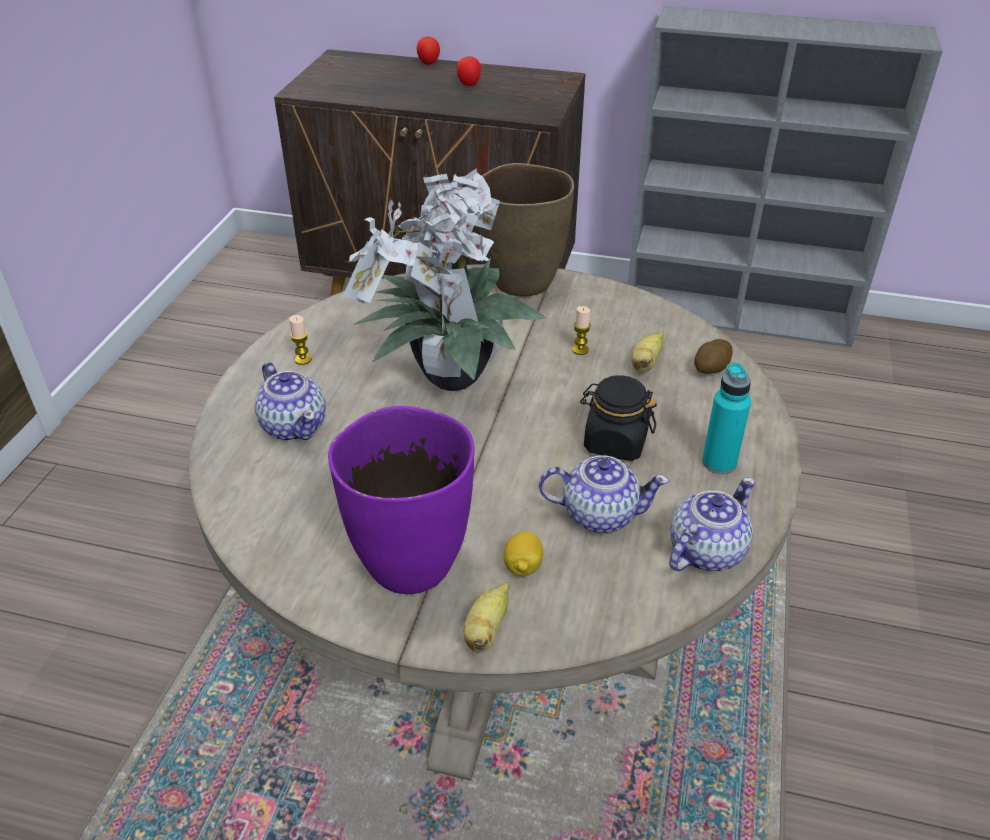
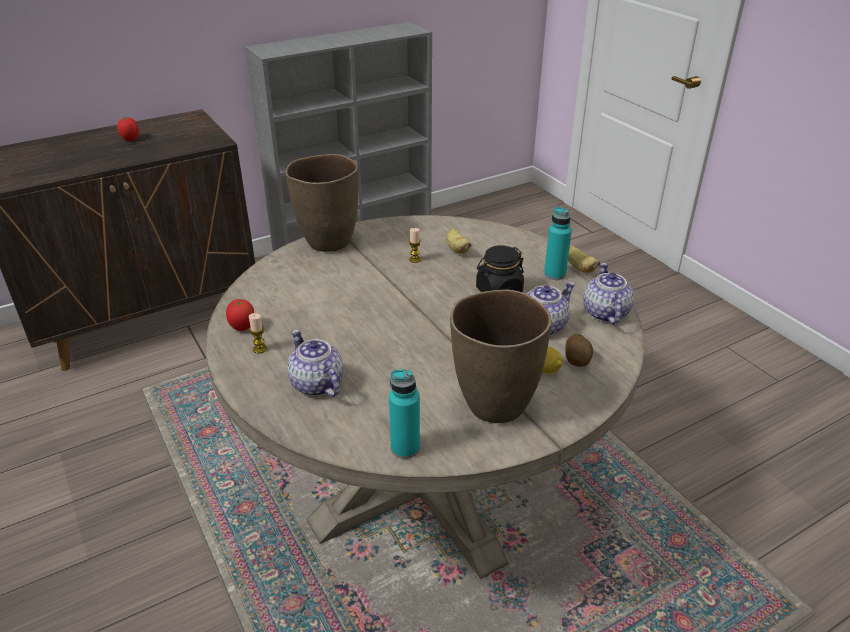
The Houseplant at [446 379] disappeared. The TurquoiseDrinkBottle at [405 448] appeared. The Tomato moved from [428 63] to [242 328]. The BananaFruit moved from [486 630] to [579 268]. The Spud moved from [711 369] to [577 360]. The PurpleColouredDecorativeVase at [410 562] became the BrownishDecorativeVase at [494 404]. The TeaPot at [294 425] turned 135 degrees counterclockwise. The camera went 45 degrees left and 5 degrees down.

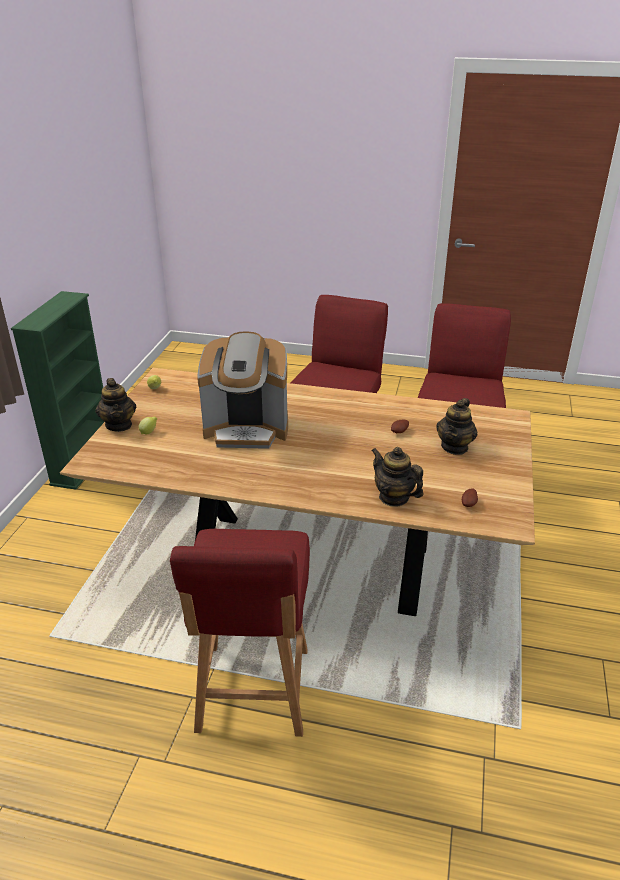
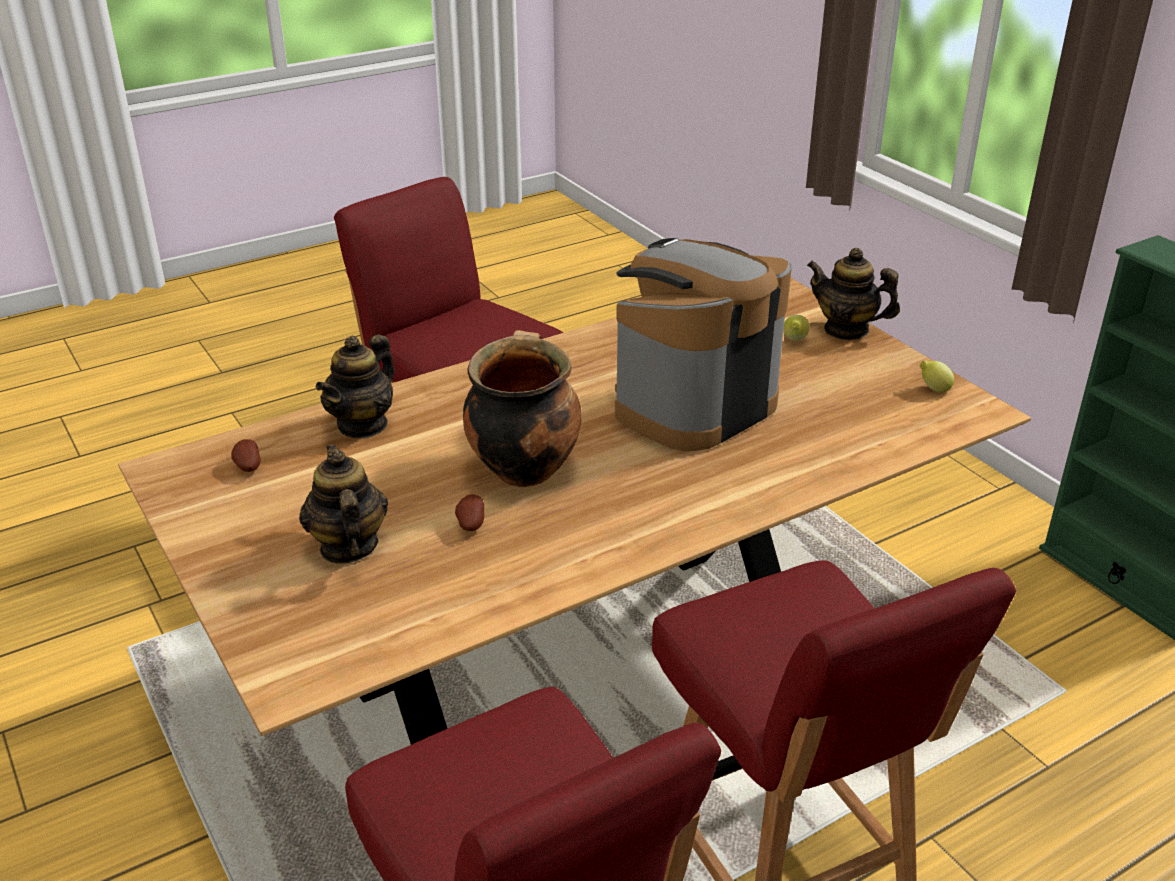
The CookingPot at [523 468] appeared. The TeaPot at [394 497] turned 120 degrees clockwise. The camera went 135 degrees right and 0 degrees up.

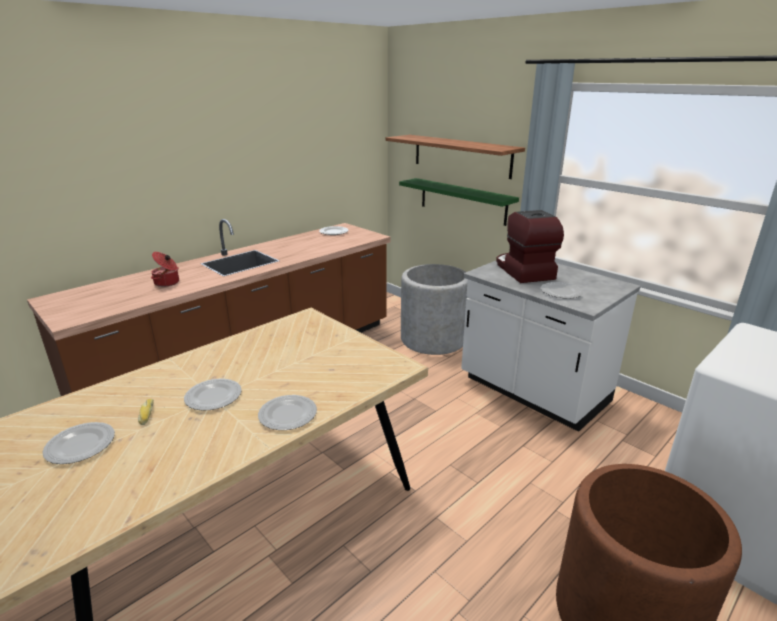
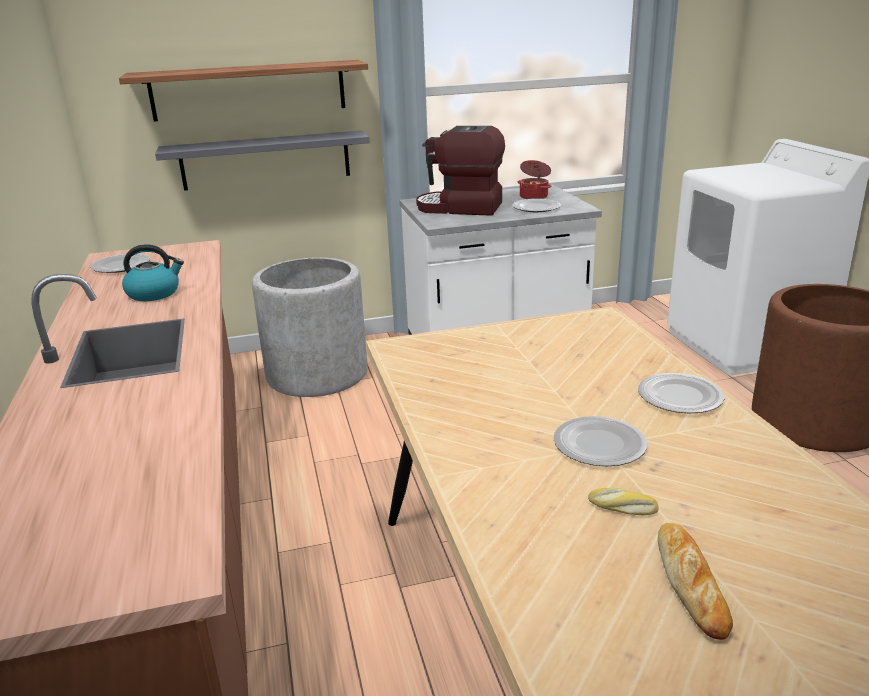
The WaterKettle at [154 293] appeared. The CookingPot moved from [167 283] to [534 196]. The FlatDish at [79 445] was replaced by the BakedBread at [691 583]. The GreenBracketShelf at [462 201] became the GreyBracketShelf at [266 160]. The camera went 60 degrees left and 0 degrees up.

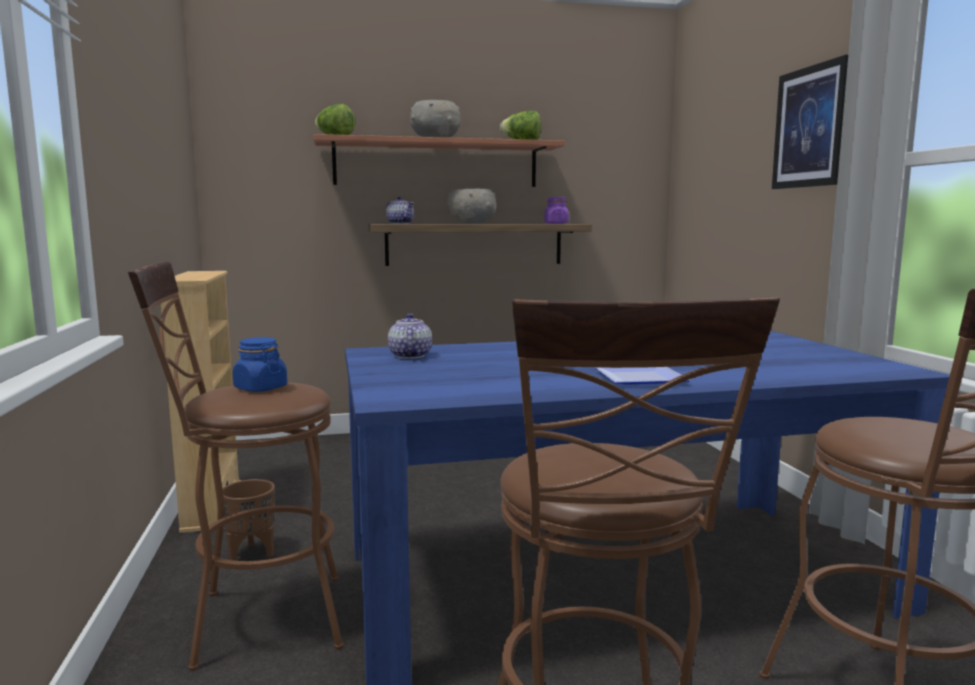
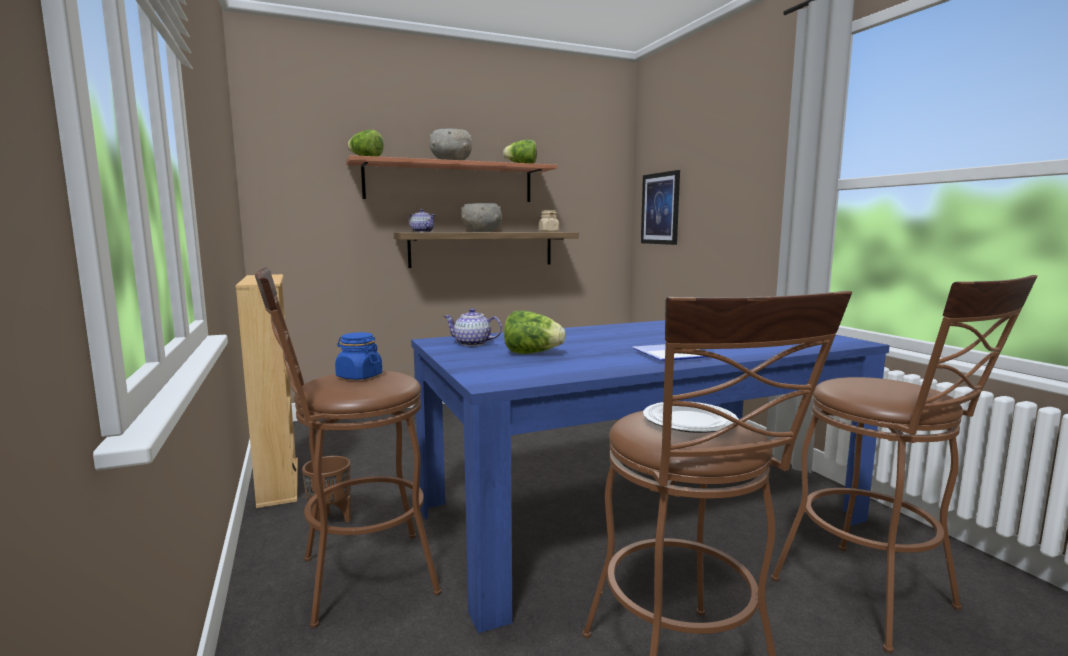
The HeadOfLettuce at [532 353] appeared. The FlatDish at [689 420] appeared. The WallPicture moved from [810 127] to [660 208]. The PurpleColouredJar at [556 223] became the SandColouredJar at [548 231]. The TeaPot at [409 356] turned 60 degrees counterclockwise. The camera went 10 degrees left and 0 degrees up.

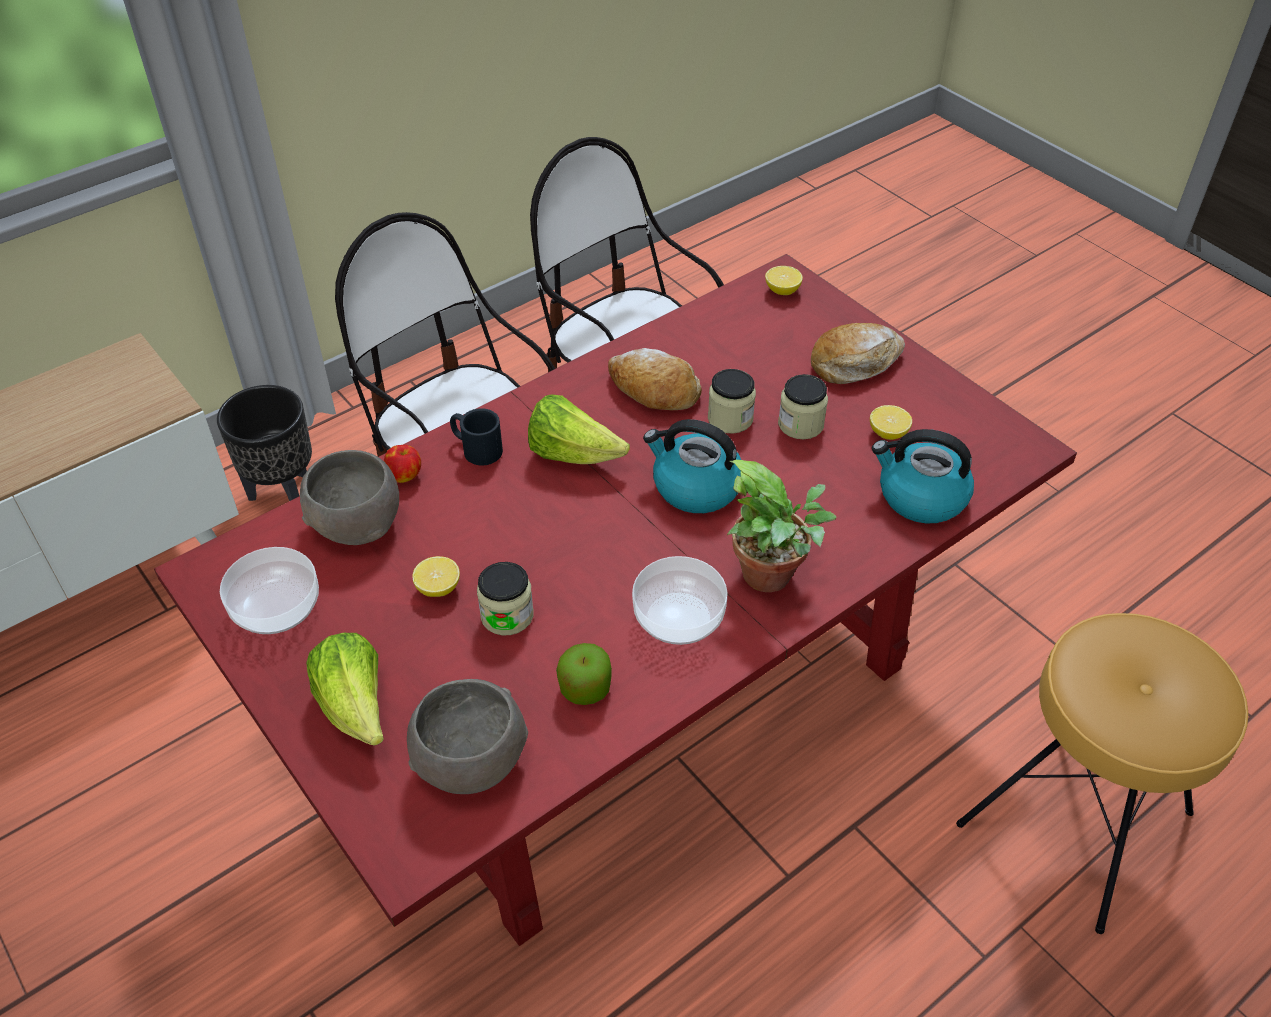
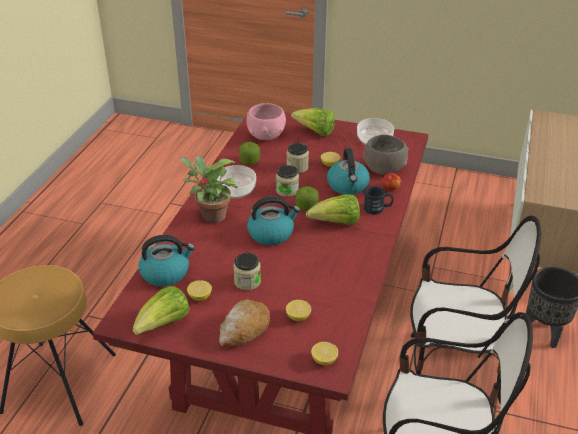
The BakedBread at [653 390] disappeared. The HeadOfLettuce at [164 324] appeared. The Lemon at [298 317] appeared. The AppleFruit at [307 207] appeared. The WaterKettle at [348 186] appeared. The Jar moved from [730 418] to [287 190]. The GreyBowl at [470 760] became the PinkBowl at [266 135]. The camera went 145 degrees right and 10 degrees down.

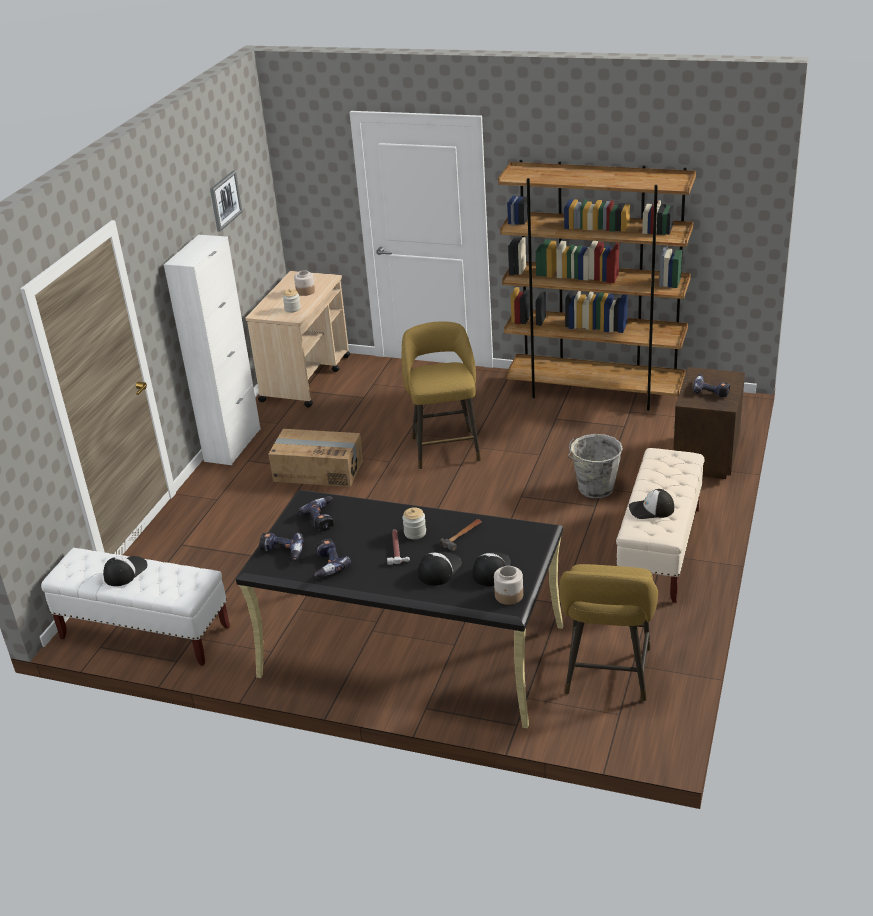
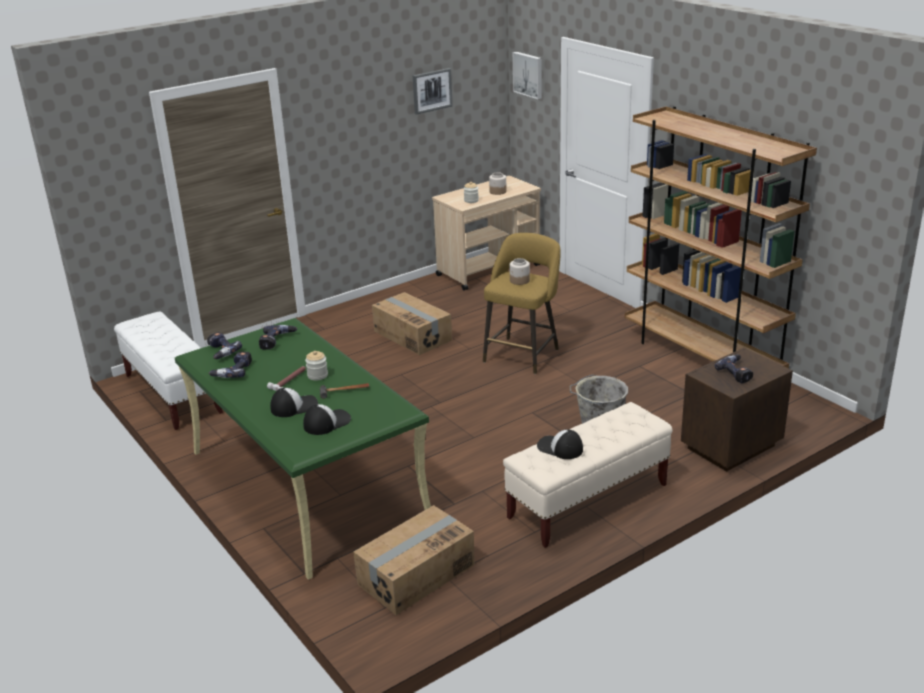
The PeakedCap at [125 572] disappeared. The WhiteCabinet at [232 445] disappeared. The WallPicture at [529 74] appeared. The Jar moved from [509 596] to [519 281]. The YellowishSittingStool at [607 676] was replaced by the CardboardBox at [415 574]. The BlackDesk at [410 651] became the GreenDesk at [306 484]. The camera went 35 degrees right and 5 degrees down.

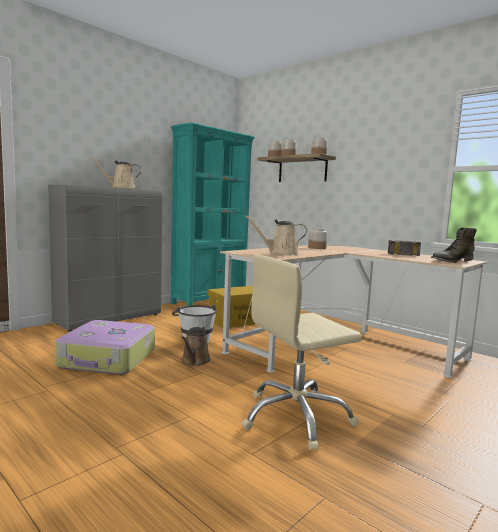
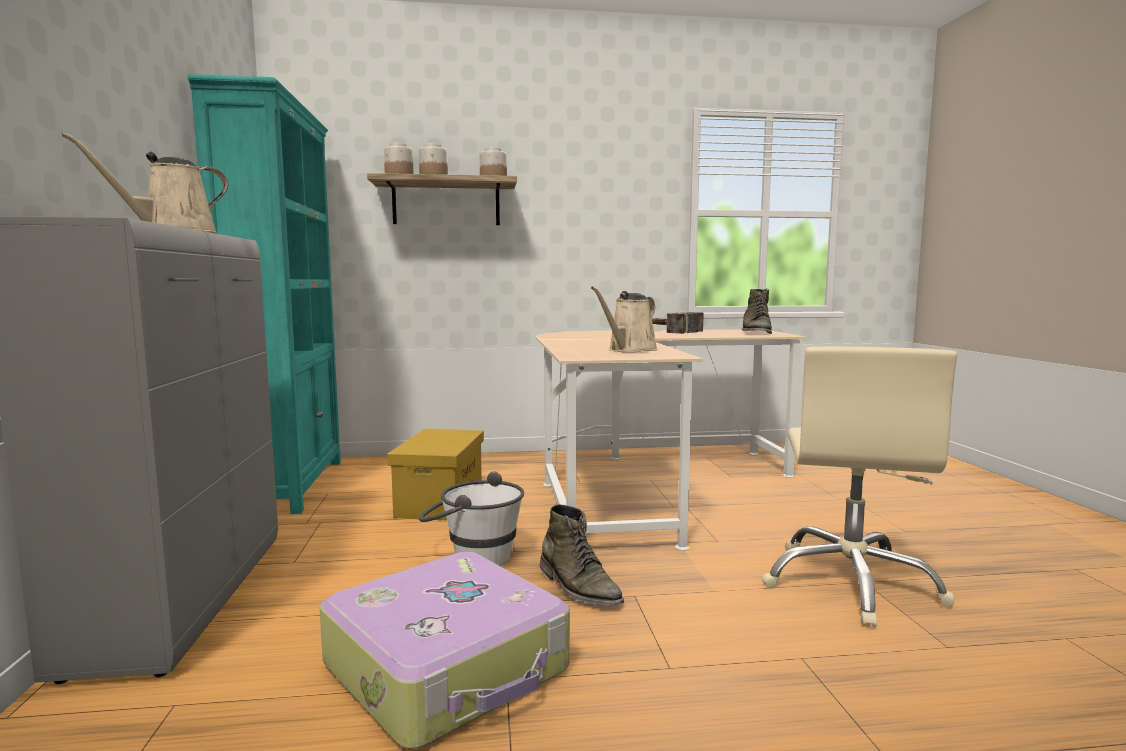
The Jar at [317 248] disappeared. The BrownishWateringPot at [195 361] was replaced by the GreenTallBoot at [578 587]. The camera went 50 degrees left and 0 degrees up.

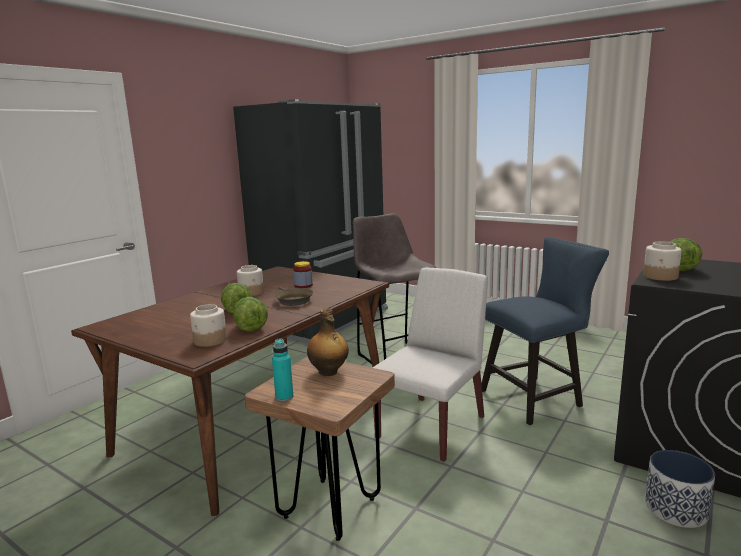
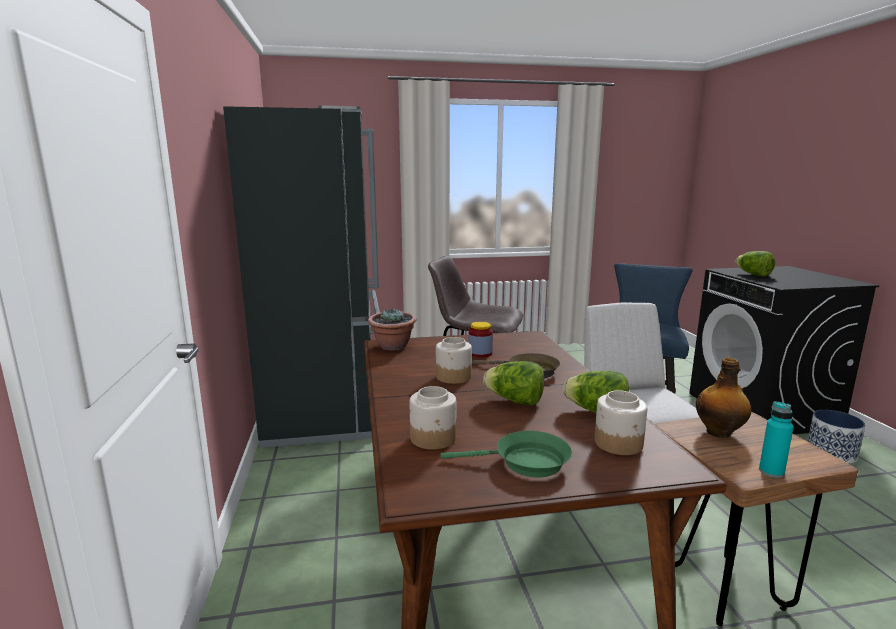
The Houseplant at [393 346] appeared. The GreenPan at [525 462] appeared. The Jar moved from [660 276] to [433 438]. The camera went 45 degrees left and 0 degrees up.

